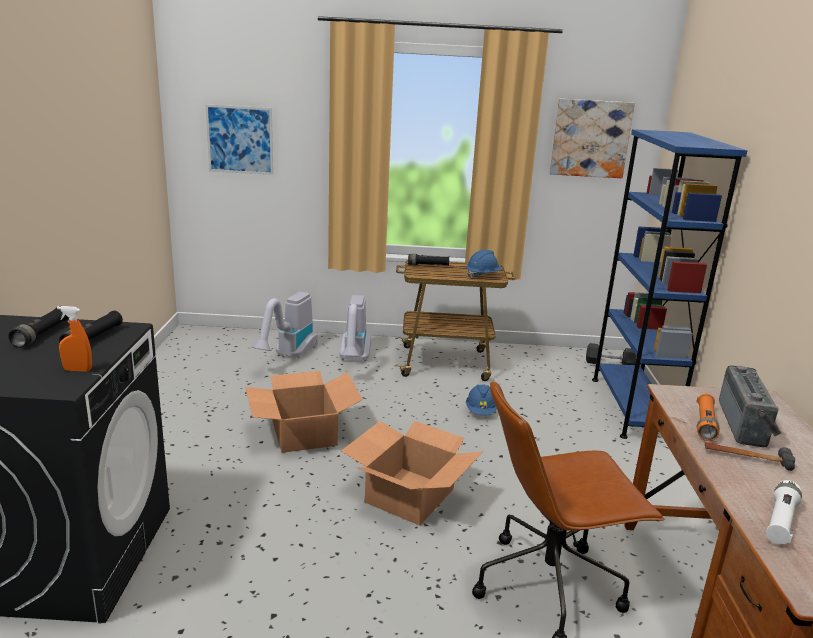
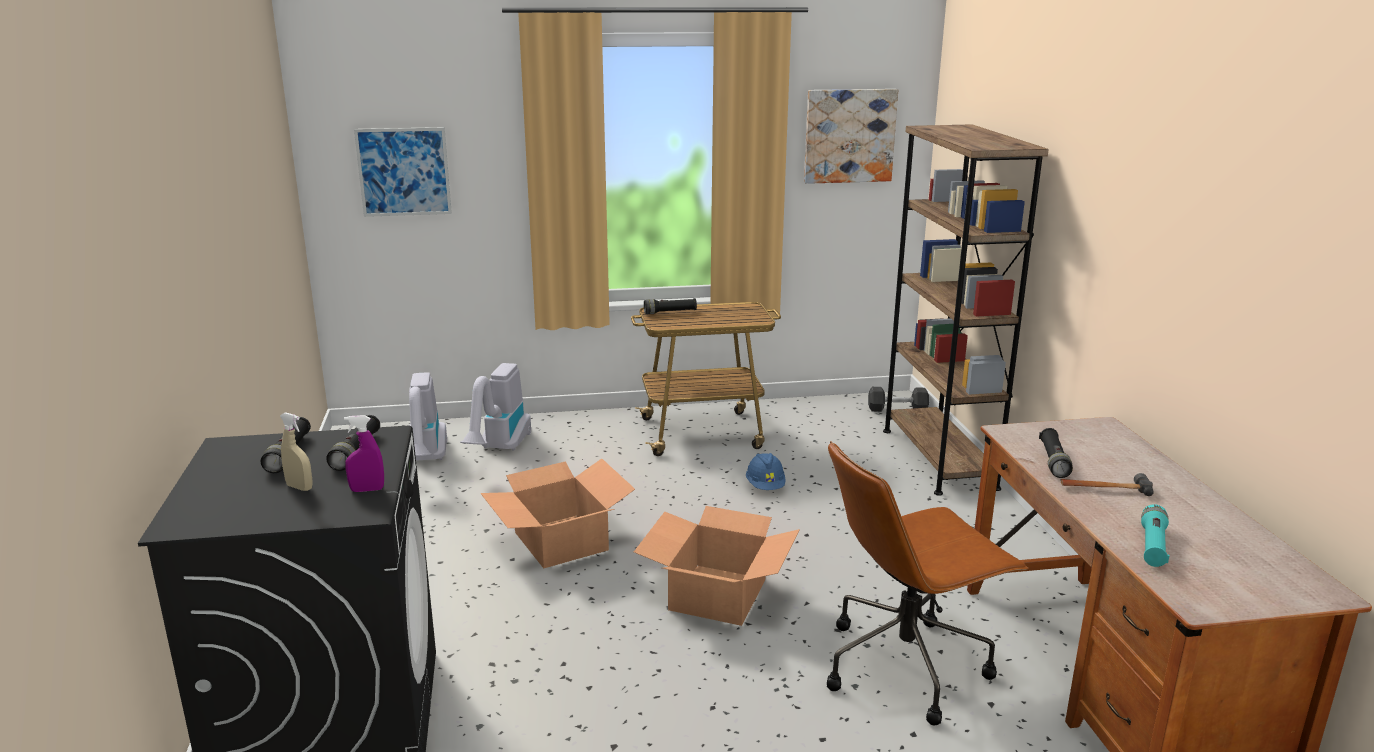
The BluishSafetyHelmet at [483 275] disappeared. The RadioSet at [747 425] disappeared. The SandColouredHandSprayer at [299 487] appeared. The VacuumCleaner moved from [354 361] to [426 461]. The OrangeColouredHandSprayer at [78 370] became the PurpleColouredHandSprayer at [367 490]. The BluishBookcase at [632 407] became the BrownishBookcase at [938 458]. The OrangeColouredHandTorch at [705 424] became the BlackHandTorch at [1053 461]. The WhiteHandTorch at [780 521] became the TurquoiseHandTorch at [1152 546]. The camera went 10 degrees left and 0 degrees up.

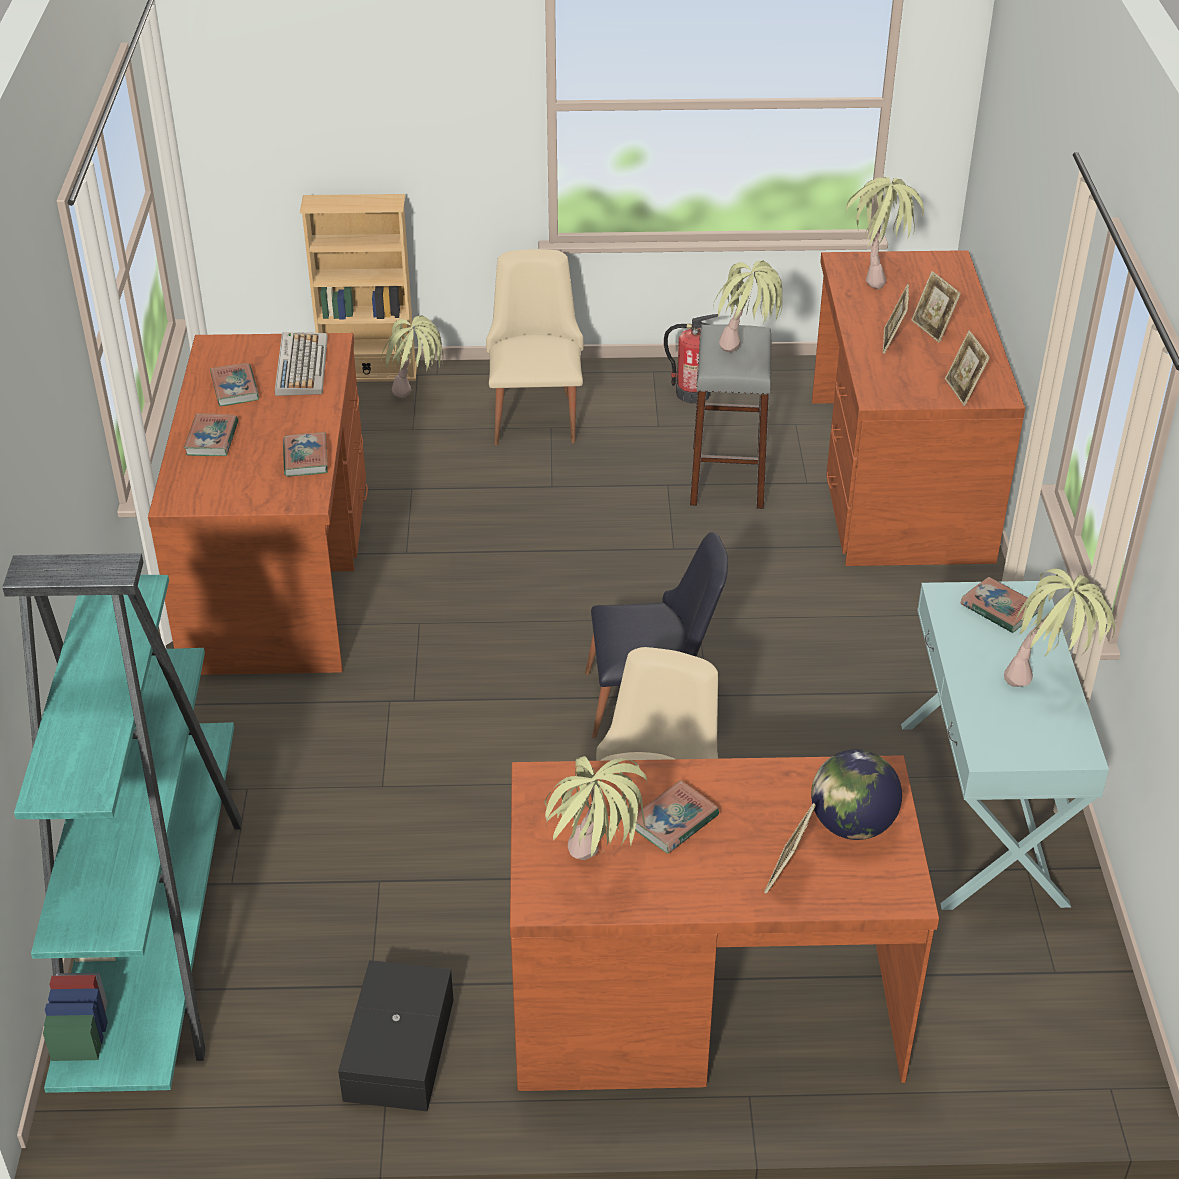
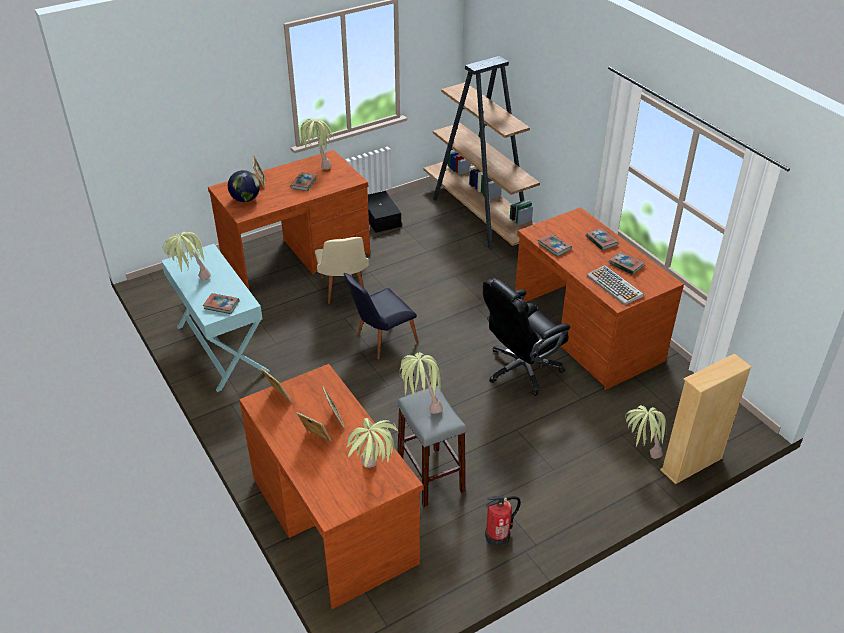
The SandColouredUprightChair at [536 413] disappeared. The BlackDeskChair at [521 369] appeared. The TurquoiseBookcase at [157 930] became the BrownishBookcase at [481 217]. The camera went 150 degrees right and 0 degrees up.

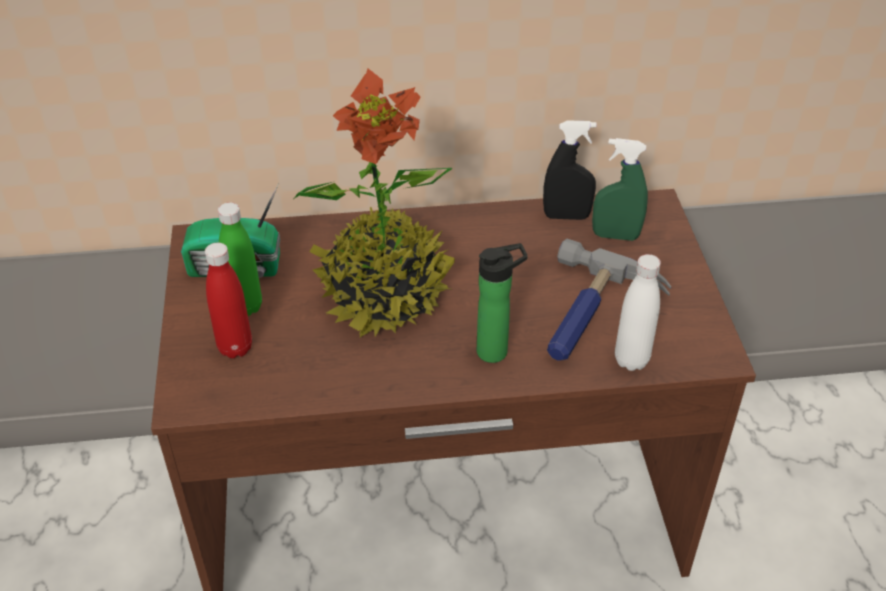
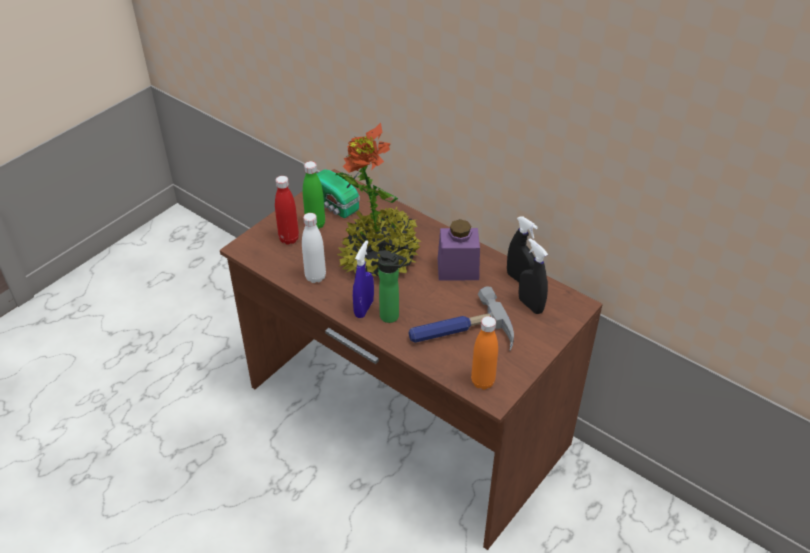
The BluishHandSprayer at [364 308] appeared. The PurpleColouredJar at [458 269] appeared. The OrangeColouredDrinkBottle at [482 382] appeared. The WhiteDrinkBottle moved from [631 360] to [315 277]. The GreenHandSprayer at [615 236] became the BlackHandSprayer at [530 305]. The camera went 45 degrees right and 0 degrees up.

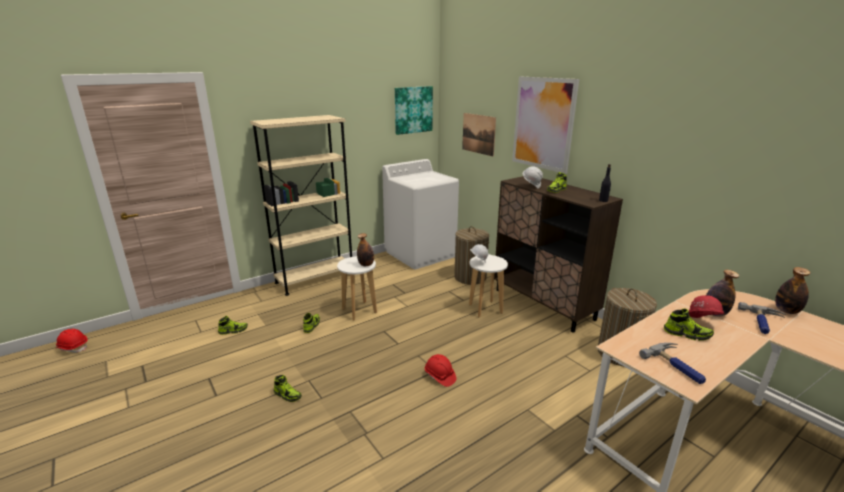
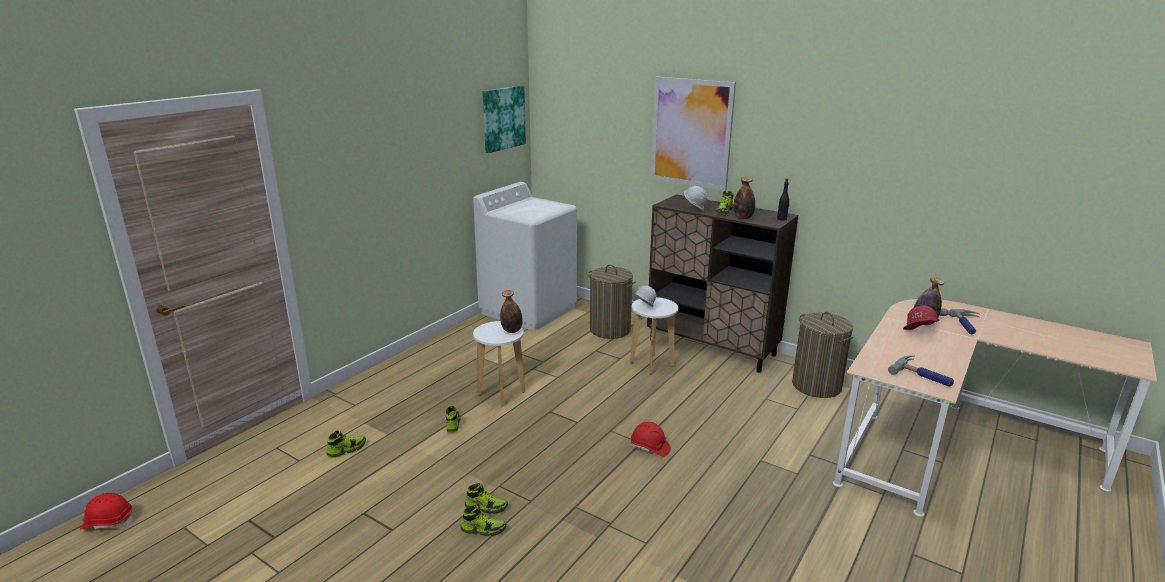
The SandColouredBookcase at [315 279] disappeared. The WallPicture at [478 134] disappeared. The ItemOfFootwear moved from [687 334] to [483 530]. The DrinkBottle moved from [786 311] to [743 217]. The camera went 20 degrees left and 0 degrees up.

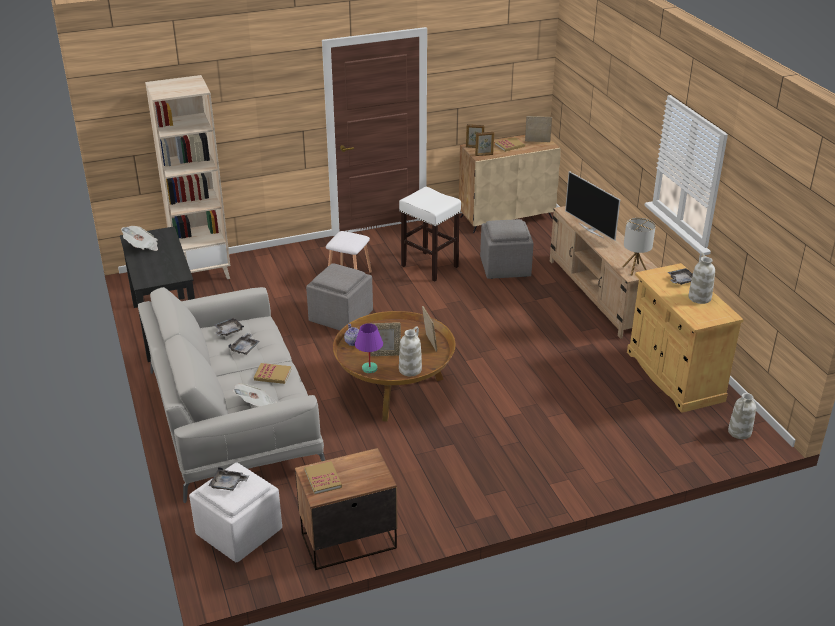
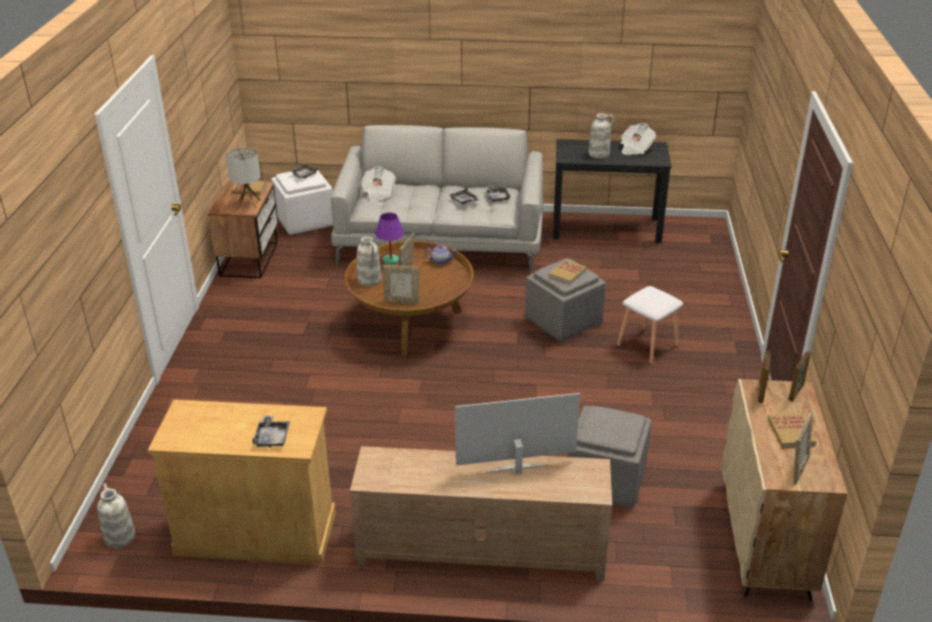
The SandColouredBookcase at [202 272] disappeared. The WhiteSittingStool at [429 266] disappeared. The Volume moved from [272 375] to [567 273]. The LampForATable moved from [635 269] to [248 204]. The WhiteDecorativeVase moved from [699 297] to [599 154]. The camera went 115 degrees right and 0 degrees up.

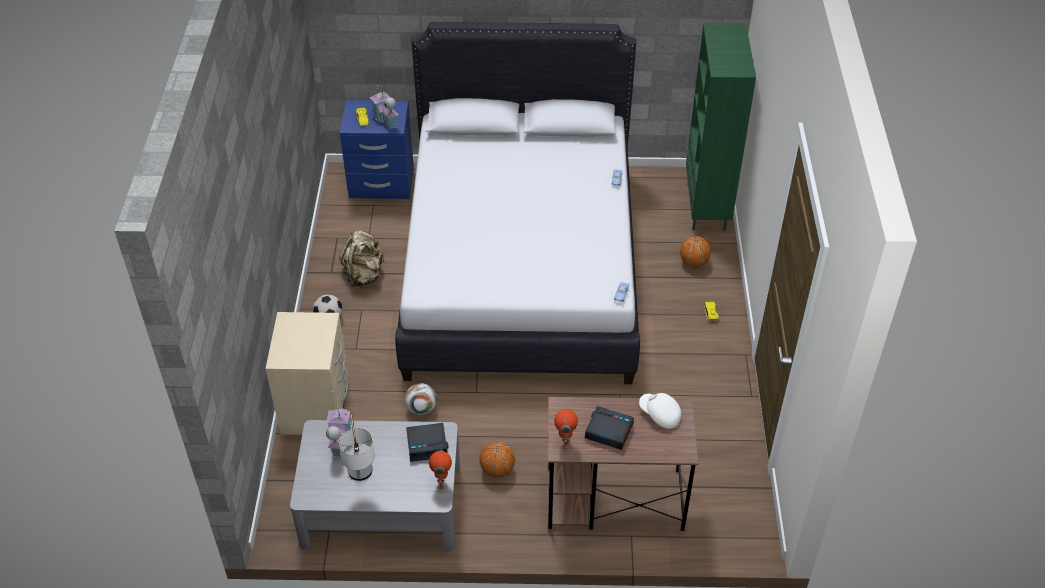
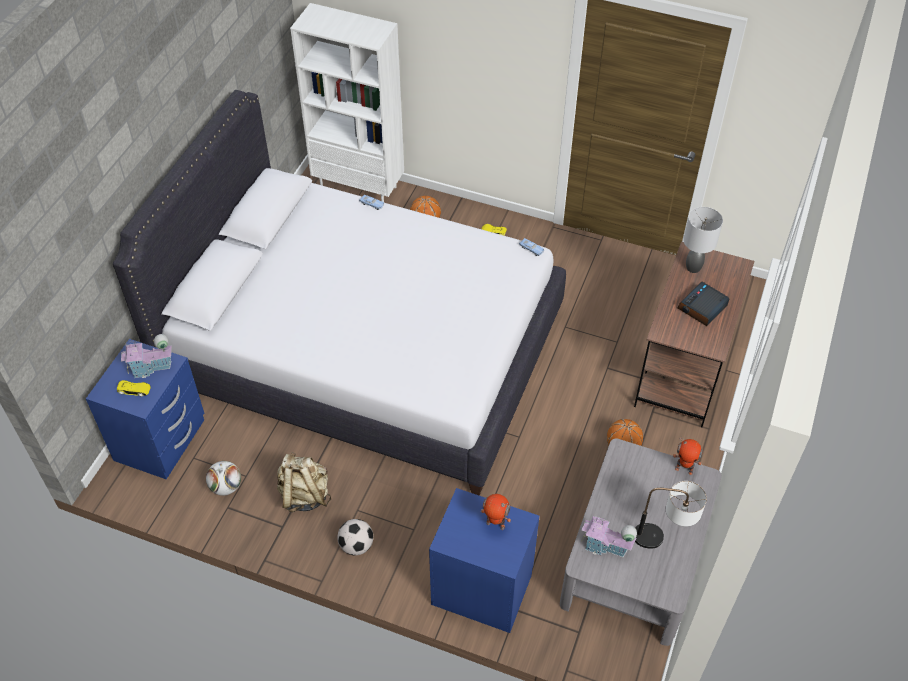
The BedsideClock at [427 445] disappeared. The Football moved from [421 408] to [226 487]. The ModelRobot moved from [564 442] to [495 525]. The WhitePeakedCap at [659 415] was replaced by the GreyLampForATable at [694 268]. The SandColouredBedsideTable at [316 406] became the BluishBedsideTable at [482 588]. The GreenBookcase at [707 207] became the WhiteBookcase at [359 188]. The camera went 70 degrees left and 5 degrees up.

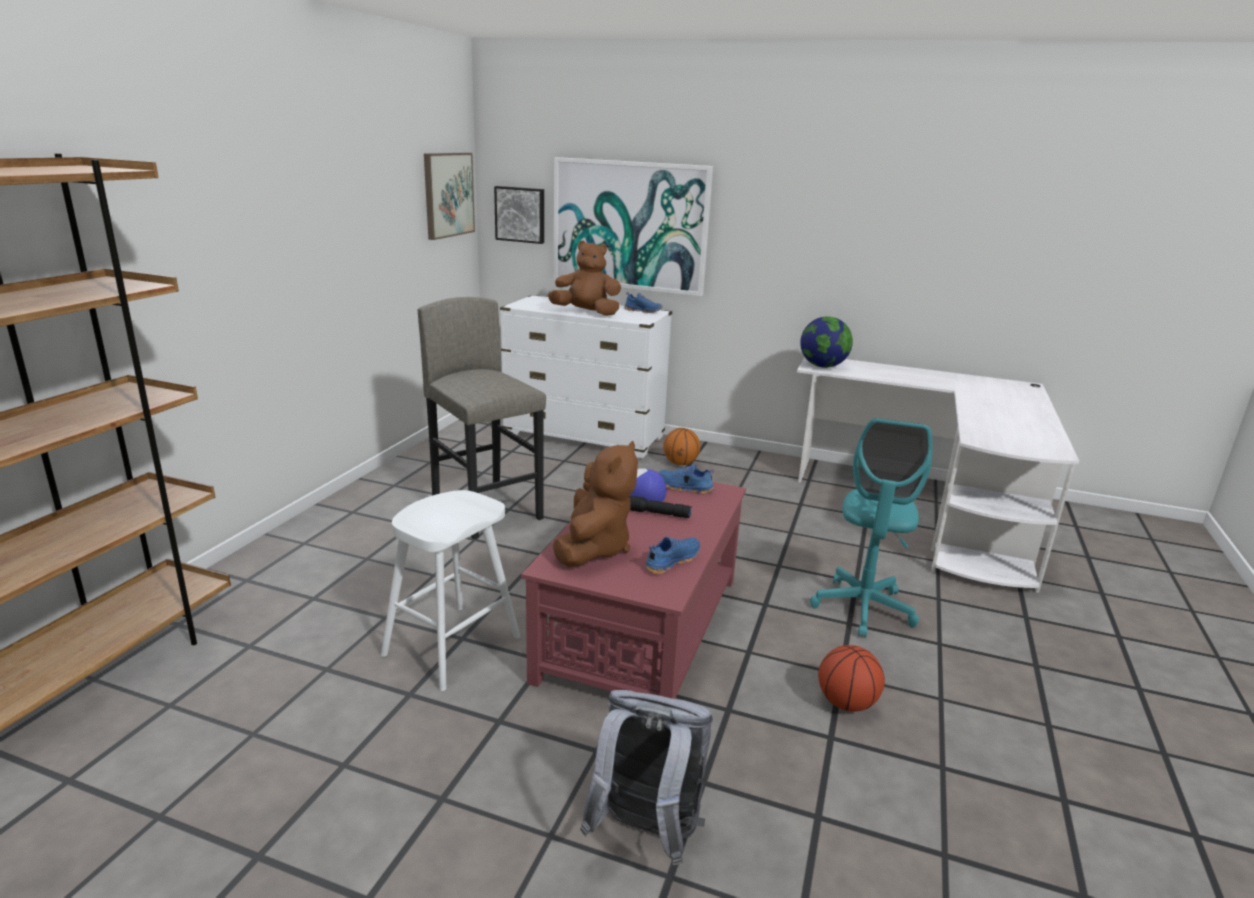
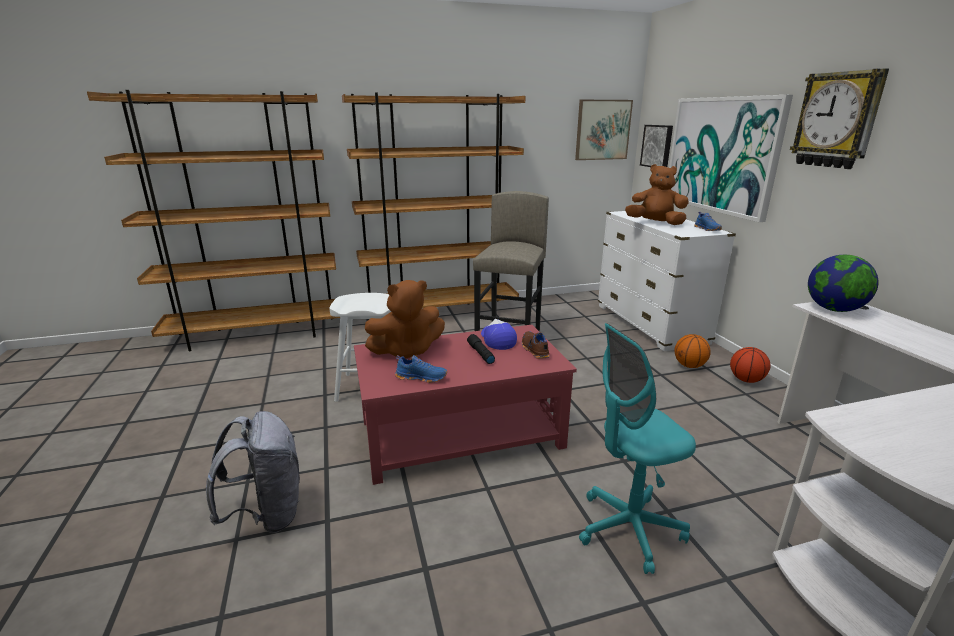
The BrownishBookcase at [441 314] appeared. The HangingClock at [837 120] appeared. The Basketball moved from [846 703] to [746 380]. The BluishItemOfFootwear at [684 488] became the BrownishItemOfFootwear at [534 350]. The BrownishPlushToy at [586 313] turned 45 degrees counterclockwise. The camera went 55 degrees right and 0 degrees up.

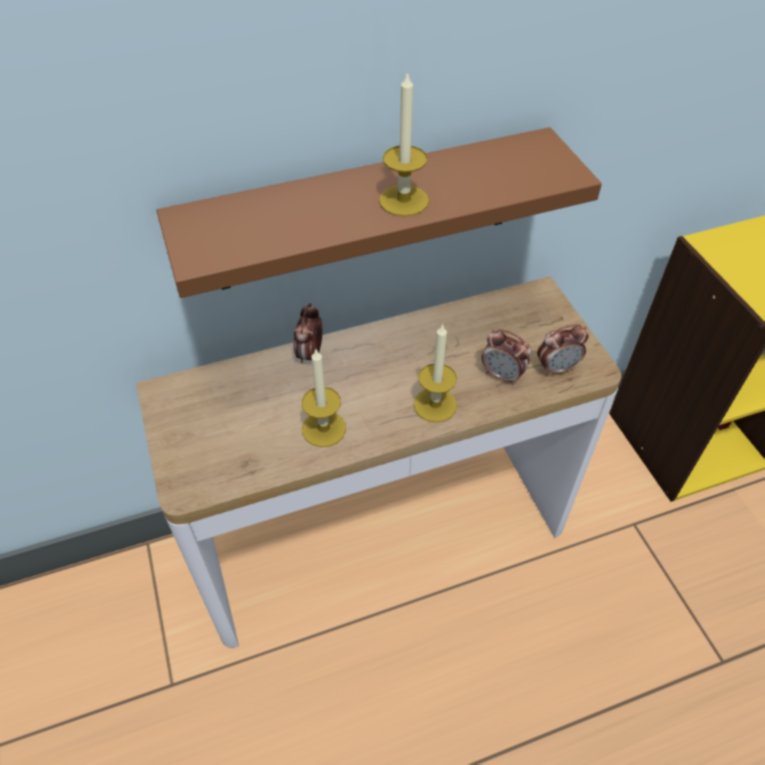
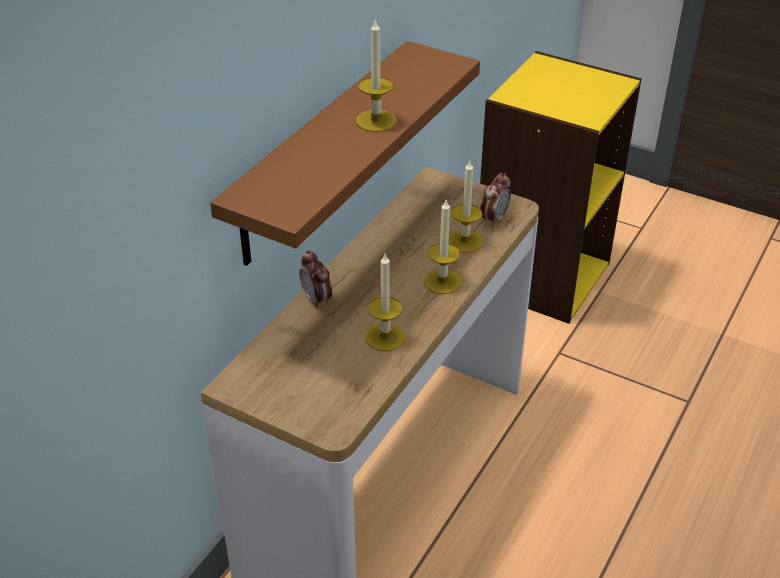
The BedsideClock at [502 375] was replaced by the WaxCandle at [465 241]. The camera went 40 degrees left and 10 degrees down.

